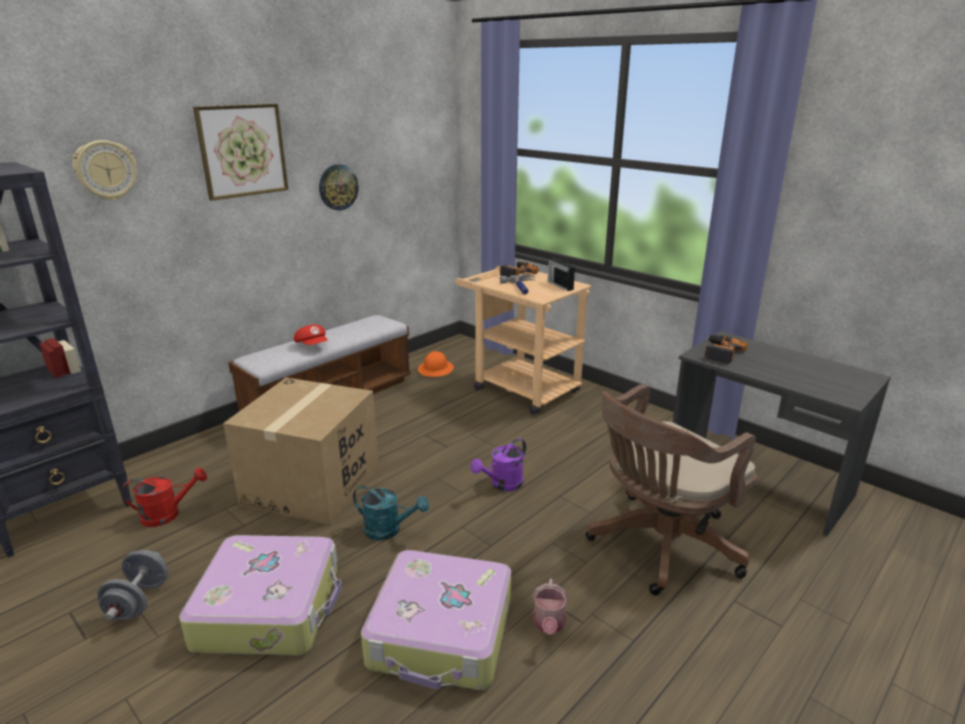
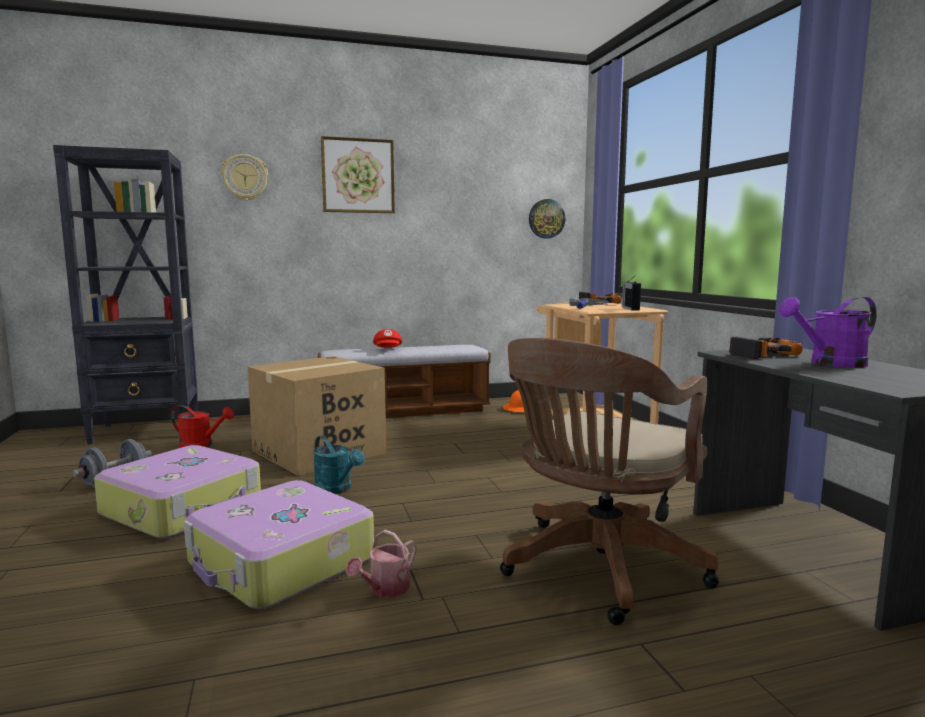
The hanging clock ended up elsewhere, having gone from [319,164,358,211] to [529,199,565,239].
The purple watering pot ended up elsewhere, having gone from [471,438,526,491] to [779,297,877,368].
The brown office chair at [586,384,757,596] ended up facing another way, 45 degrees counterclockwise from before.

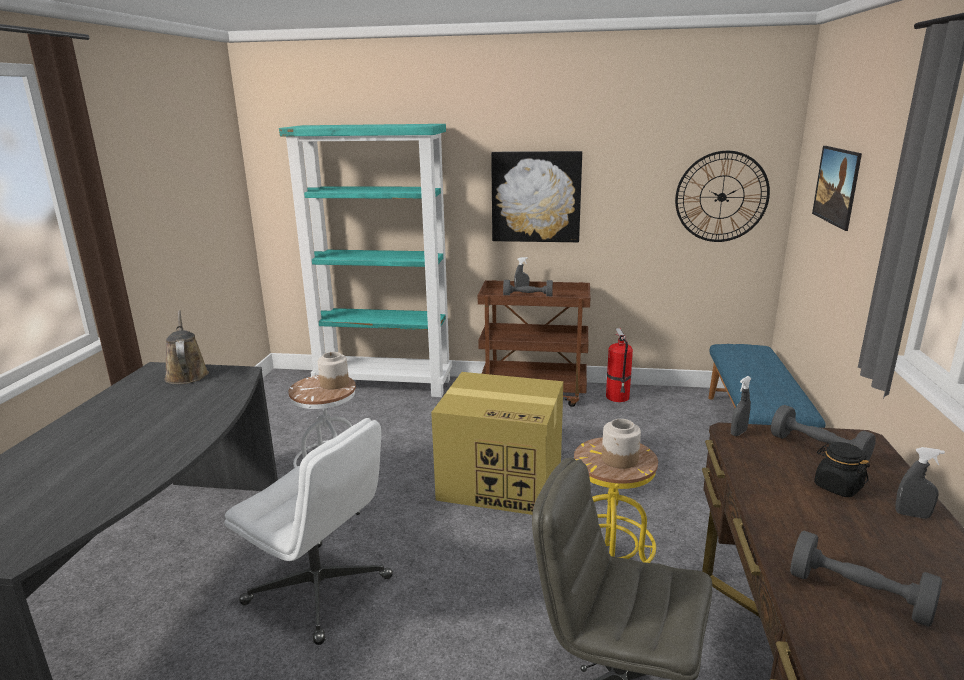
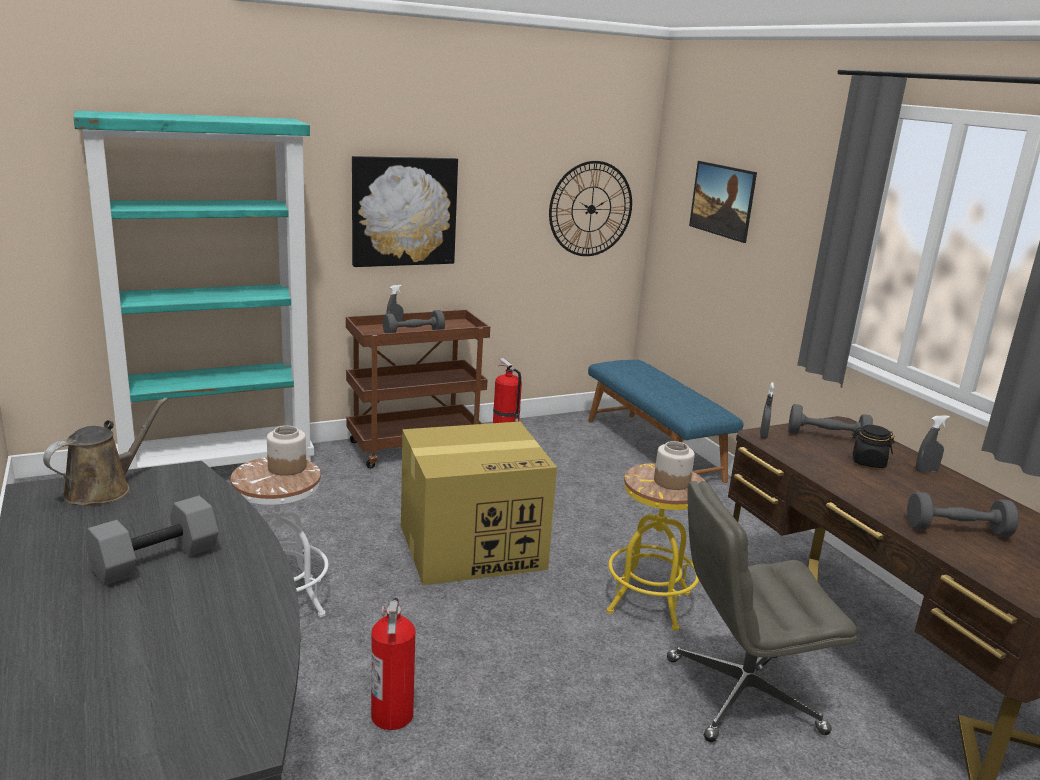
The brown watering pot at [165,310,209,384] ended up facing another way, 90 degrees clockwise from before.
Where the whitish office chair stood at [224,418,393,645], the fire-fighting cylinder came to stand at [371,598,415,730].
The second view gained the grey dumbbell at [86,496,219,585].

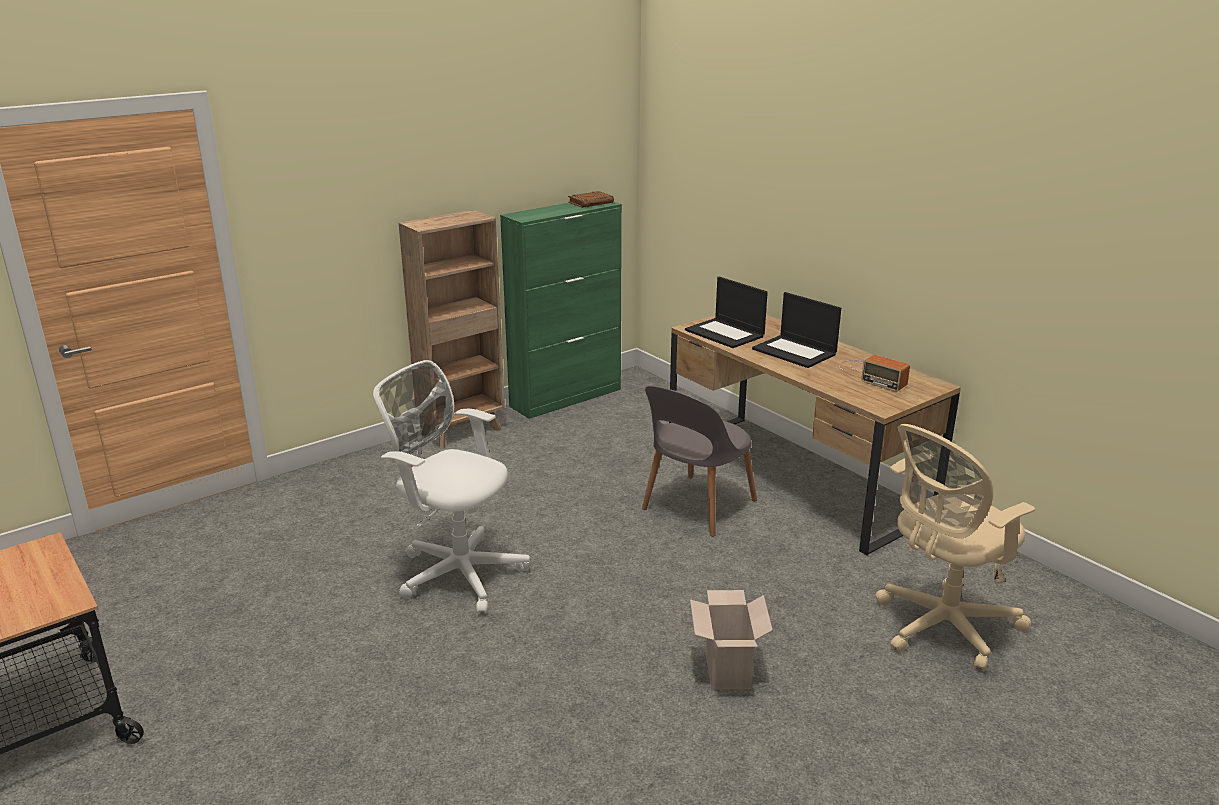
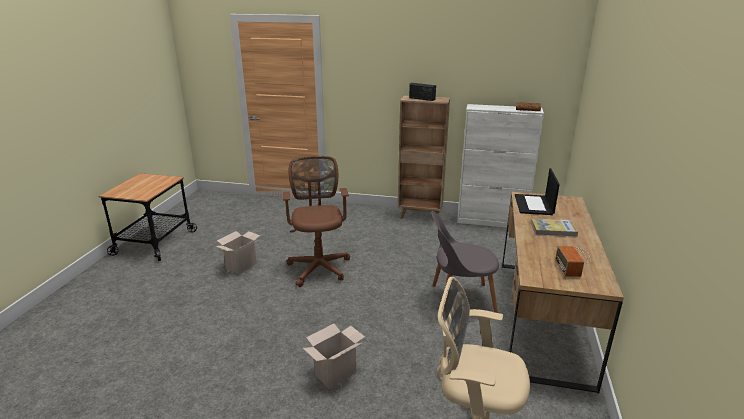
What was the whitish office chair at [373,360,530,614] turned into the brown office chair at [283,156,350,287].
What was the green storage cabinet at [500,202,622,419] turned into the whitish storage cabinet at [457,104,544,228].
Where the laptop stood at [752,292,841,368], the volume came to stand at [531,218,579,237].
The second view gained the carton at [216,231,260,274].
The second view gained the radio set at [409,83,436,101].

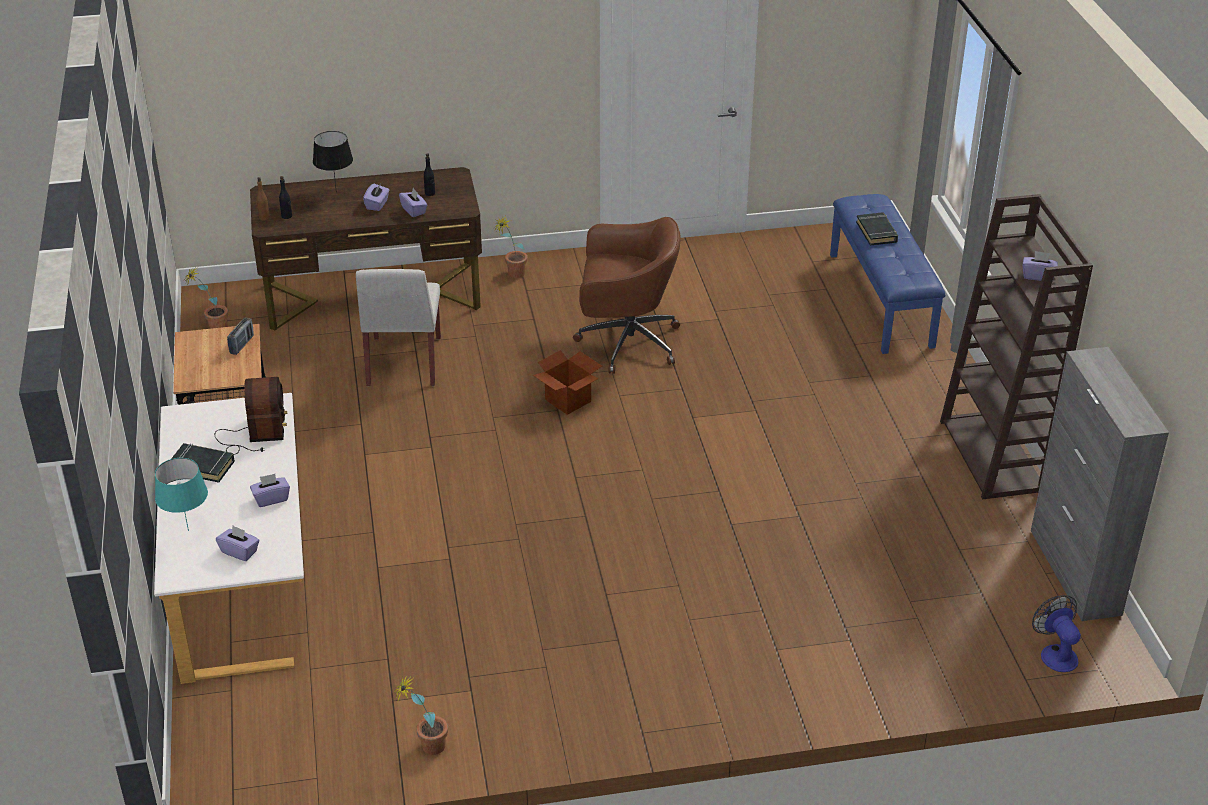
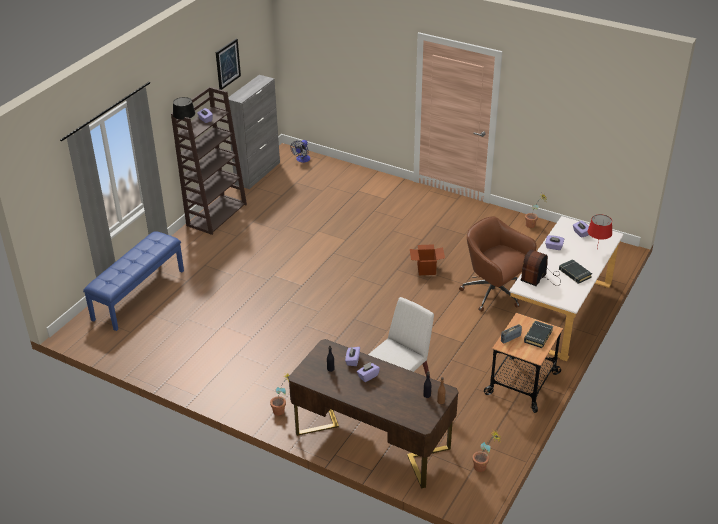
What was the blue-green lamp for a table at [155,458,208,531] turned into the reddish lamp for a table at [588,214,612,248].
The blackish lamp for a table ended up elsewhere, having gone from [313,131,353,192] to [173,97,195,132].
The carton ended up elsewhere, having gone from [533,350,602,415] to [410,244,445,275].
The brown office chair ended up elsewhere, having gone from [573,217,681,374] to [459,216,536,312].
The blackish volume ended up elsewhere, having gone from [856,212,898,246] to [524,321,553,348].
The second view gained the wall picture at [216,39,241,90].

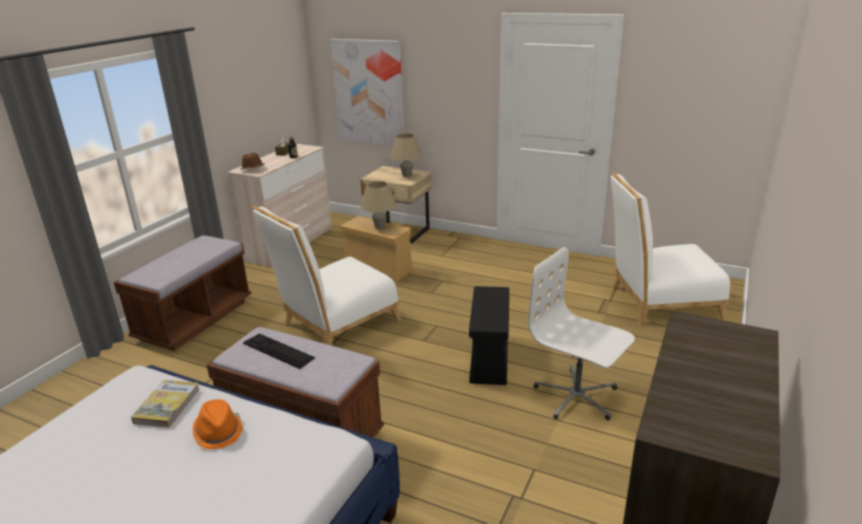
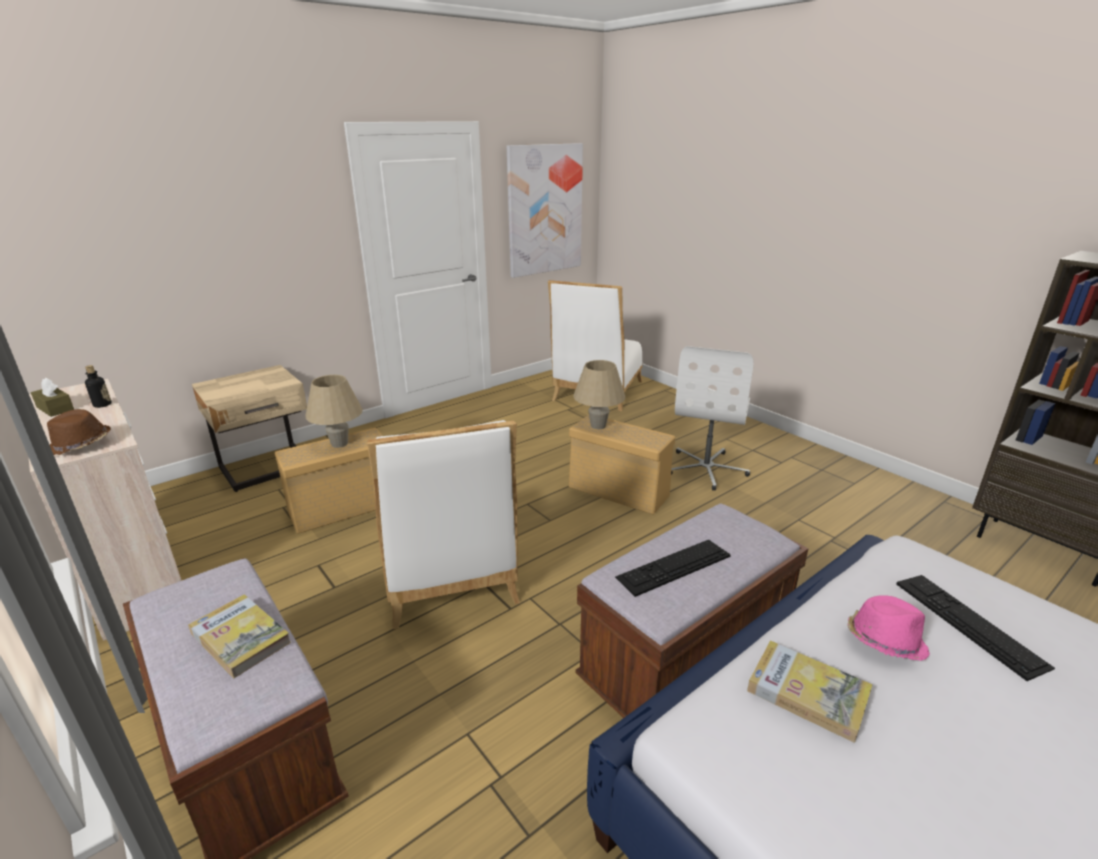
What was the orangey clothing hat at [193,399,243,449] turned into the pink clothing hat at [847,595,930,661].
The wall picture ended up elsewhere, having gone from [330,39,404,146] to [506,143,583,278].
The beige lamp for a table ended up elsewhere, having gone from [390,133,422,177] to [573,360,625,429].
What was the blackish storage container at [469,286,509,385] turned into the beige storage container at [569,415,675,514].
The whitish office chair at [528,247,635,420] ended up facing another way, 45 degrees counterclockwise from before.
The second view gained the volume at [188,594,291,678].
The second view gained the keyboard at [896,575,1055,681].

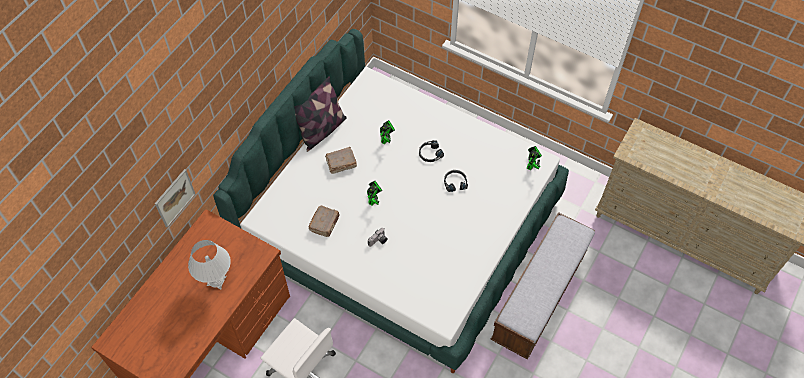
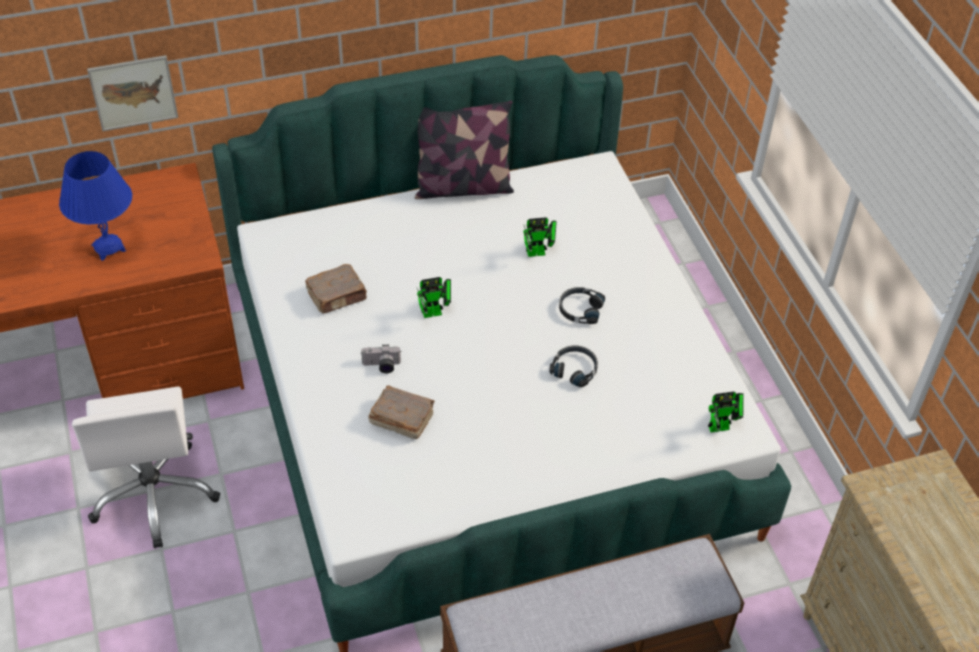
What was the whitish lamp for a table at [188,240,231,289] turned into the blue lamp for a table at [59,151,132,261].
The brown volume ended up elsewhere, having gone from [325,147,357,174] to [368,385,435,439].

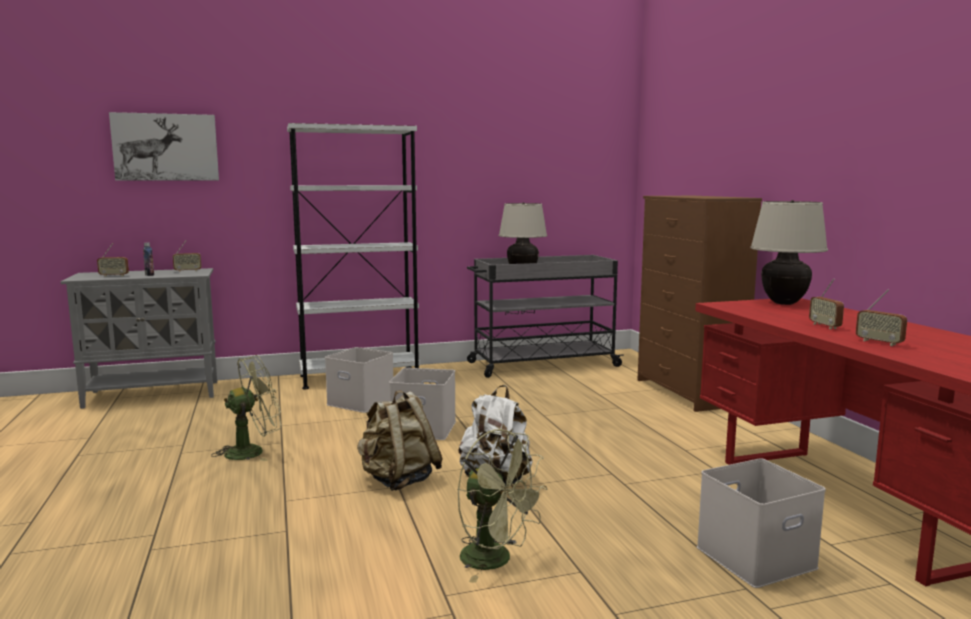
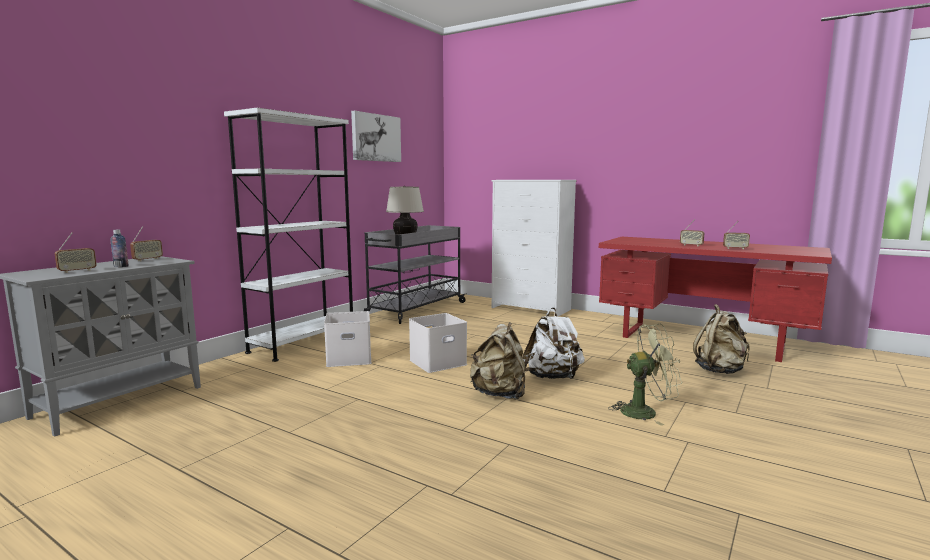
The wall picture ended up elsewhere, having gone from [109,112,219,181] to [351,111,401,162].
The second view lost the green electric fan at [211,355,281,461].
What was the brown drawer chest at [637,196,762,412] turned into the whitish drawer chest at [492,180,576,316].
Where the whitish storage container stood at [697,458,826,588], the beige rucksack came to stand at [693,304,750,374].
The second view lost the beige lamp for a table at [750,200,828,305].

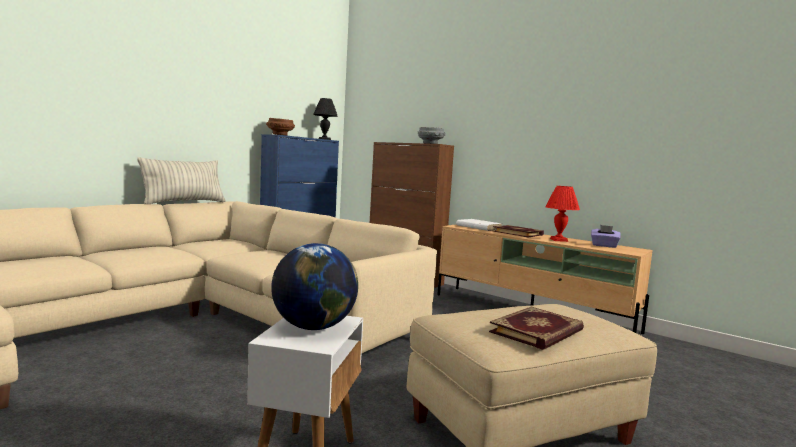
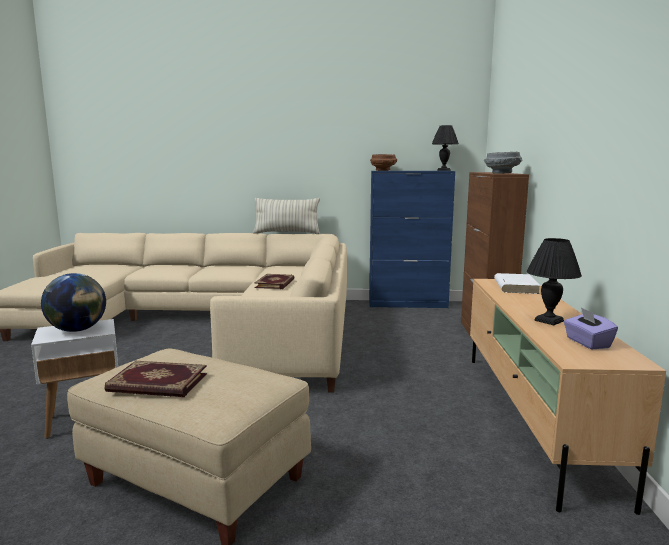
The volume ended up elsewhere, having gone from [493,225,544,238] to [255,274,295,289].
What was the reddish lamp for a table at [545,186,580,242] turned into the blackish lamp for a table at [527,238,582,325].

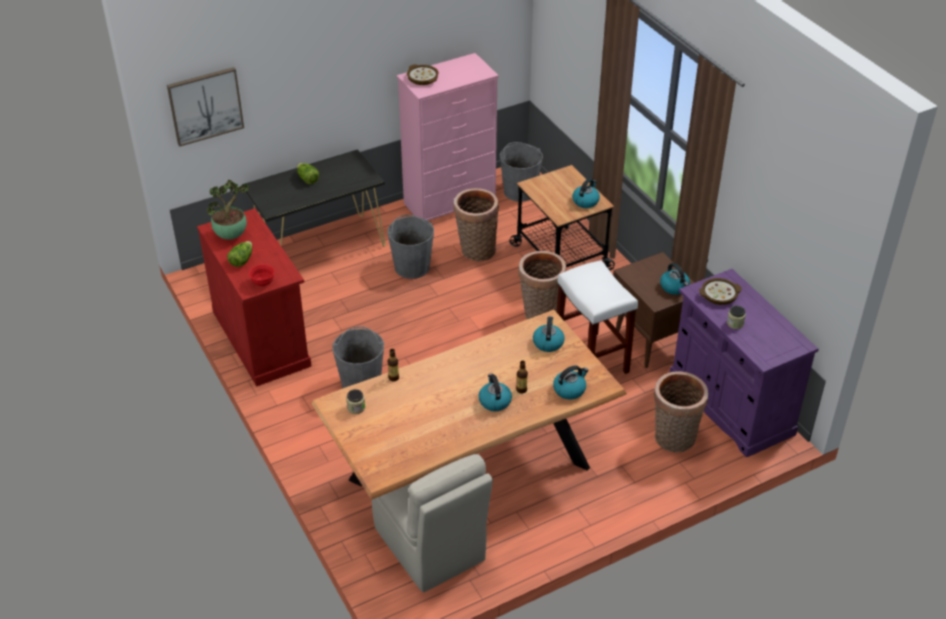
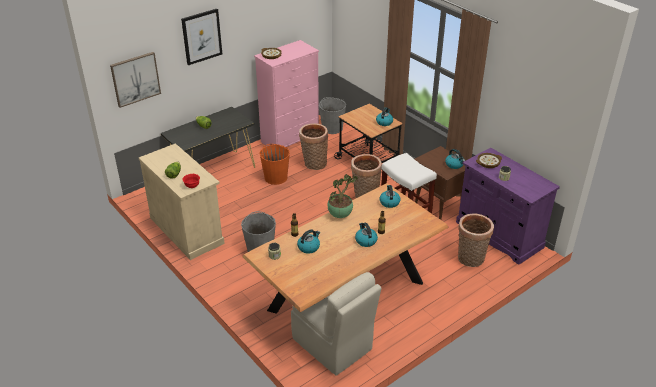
What was the reddish storage cabinet at [197,208,311,387] turned into the beige storage cabinet at [139,143,225,260].
The houseplant ended up elsewhere, having gone from [207,180,249,240] to [327,174,358,218].
What was the grey bucket at [388,215,434,279] turned into the orangey bucket at [260,144,290,185].
The water kettle ended up elsewhere, having gone from [553,365,589,400] to [297,229,320,253].
The second view gained the wall picture at [181,9,222,65].

